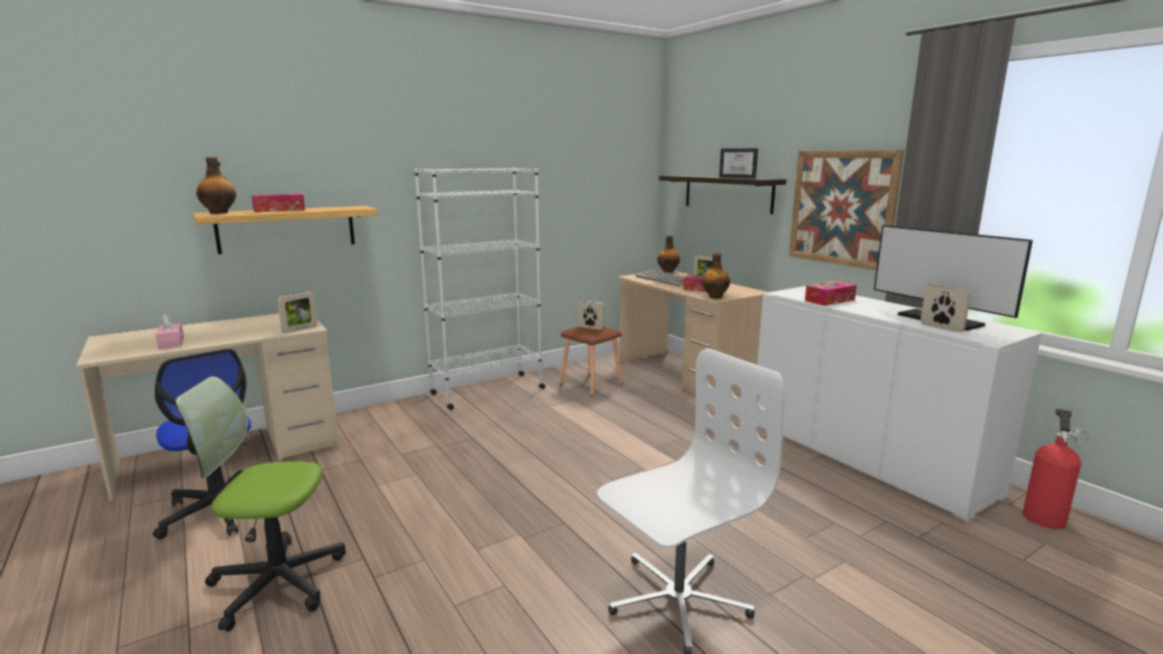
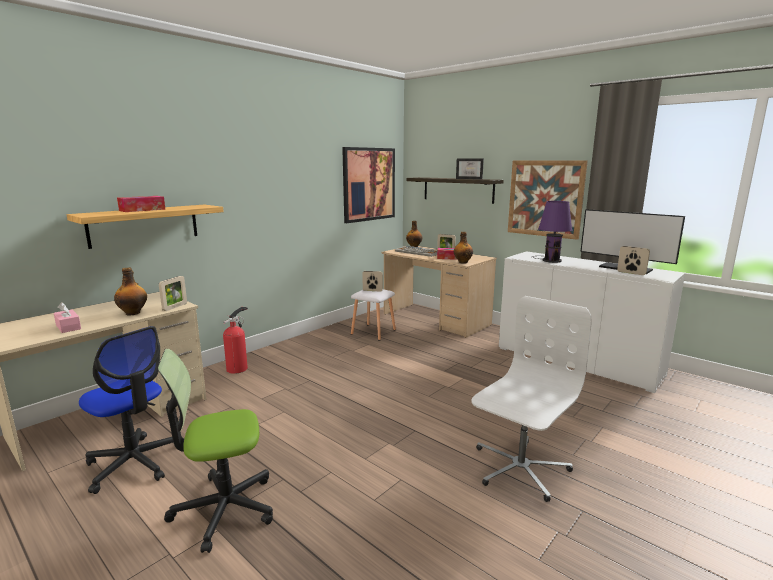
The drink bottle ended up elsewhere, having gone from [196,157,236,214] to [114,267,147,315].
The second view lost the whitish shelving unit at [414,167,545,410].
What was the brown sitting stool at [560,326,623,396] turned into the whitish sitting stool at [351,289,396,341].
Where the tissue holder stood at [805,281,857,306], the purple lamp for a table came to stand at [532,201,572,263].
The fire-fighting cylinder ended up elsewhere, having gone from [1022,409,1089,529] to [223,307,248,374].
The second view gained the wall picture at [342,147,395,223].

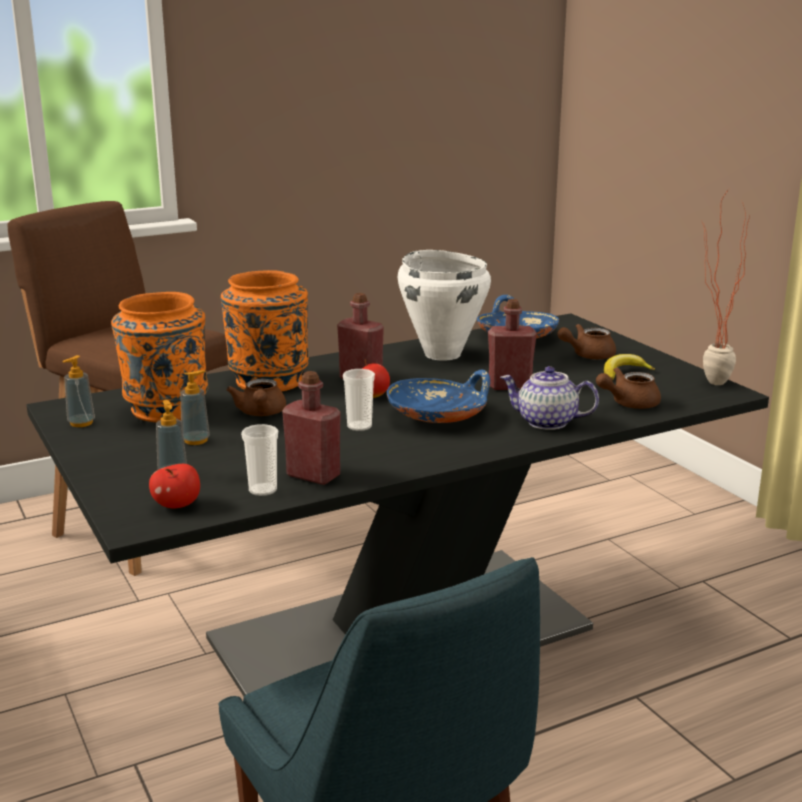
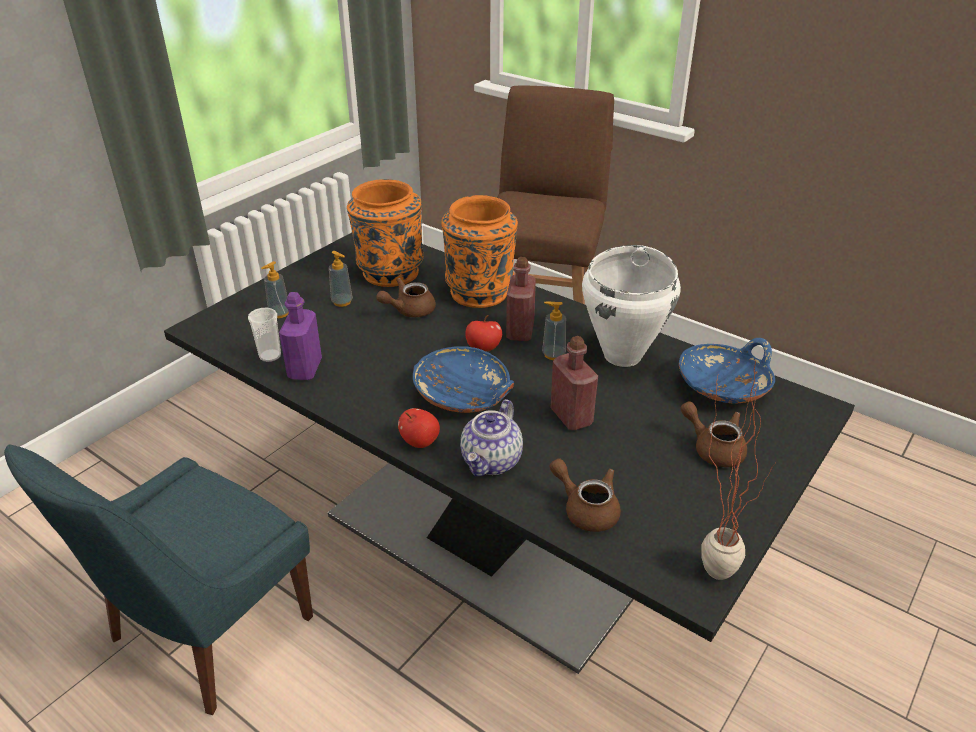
The soap dispenser ended up elsewhere, having gone from [62,355,95,427] to [542,301,566,360].
The apple fruit ended up elsewhere, having gone from [149,464,200,508] to [398,408,440,448].
What was the reddish drink bottle at [282,371,341,485] turned into the purple drink bottle at [279,292,322,380].
The second view lost the drinking cup at [343,369,375,431].
The pot for tea at [500,366,599,430] ended up facing another way, 150 degrees counterclockwise from before.
The second view lost the banana at [604,354,655,380].

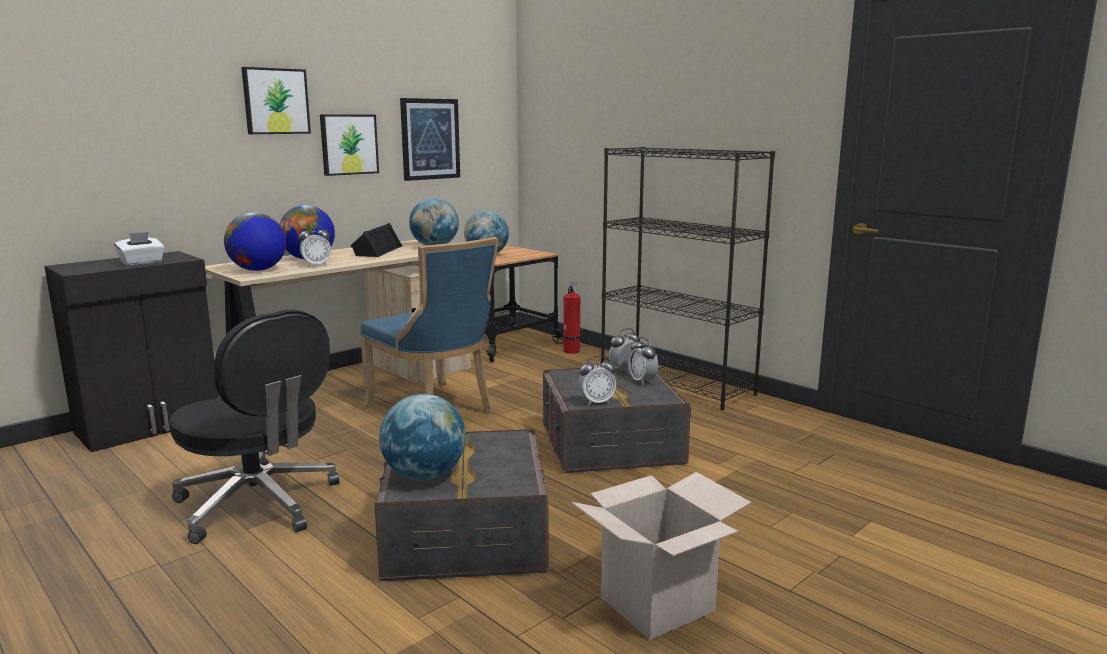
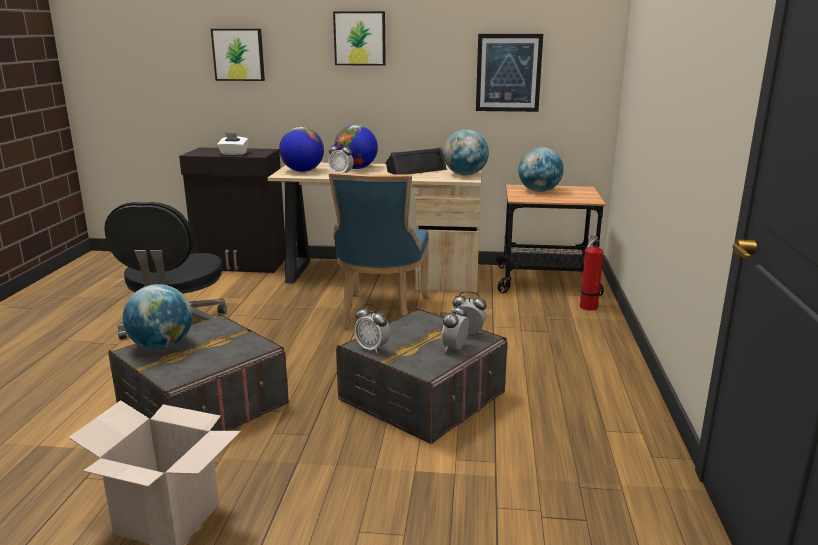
The wall picture ended up elsewhere, having gone from [320,114,379,176] to [211,29,265,81].
The second view lost the blackish shelving unit at [601,147,775,410].

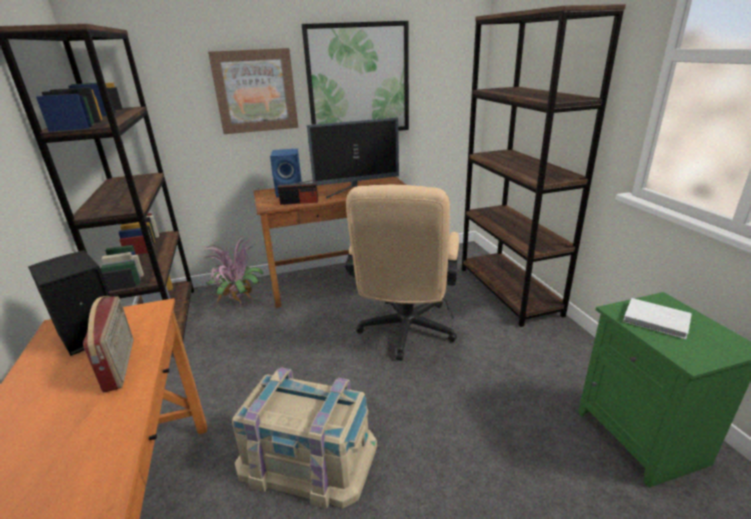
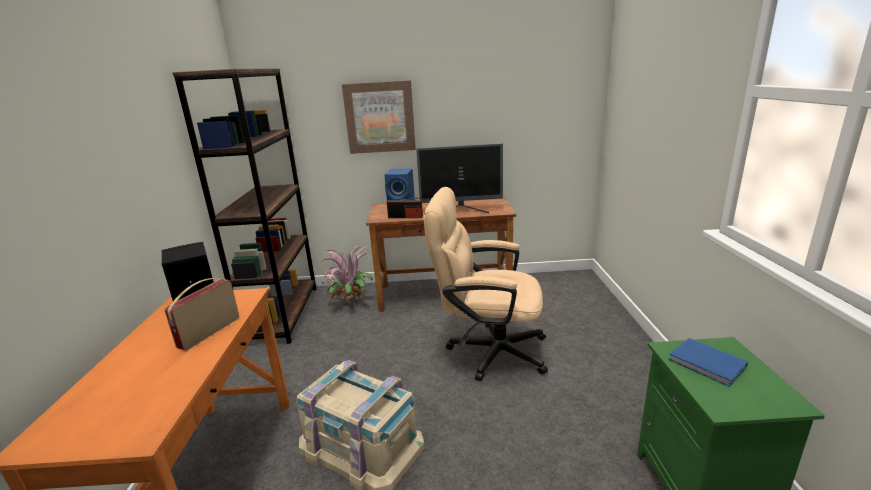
The radio set at [83,296,133,393] ended up facing another way, 150 degrees counterclockwise from before.
The second view lost the wall picture at [302,21,409,131].
The beige office chair at [345,185,459,360] ended up facing another way, 75 degrees clockwise from before.
The second view lost the brown shelving unit at [462,4,626,327].
What was the whitish volume at [623,298,692,339] turned into the blue volume at [669,338,748,386].

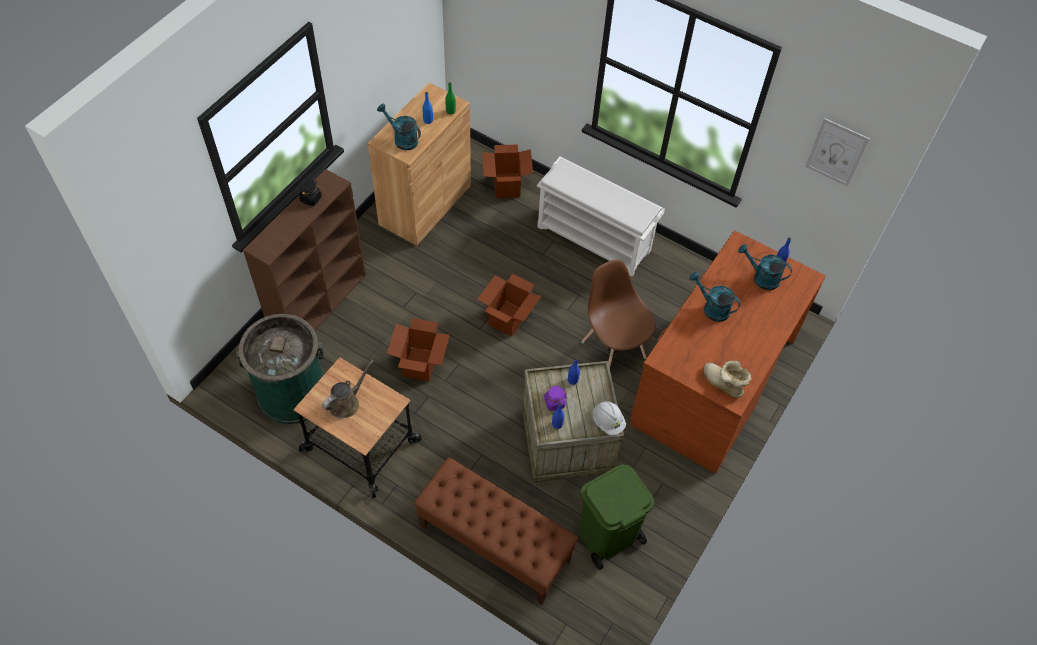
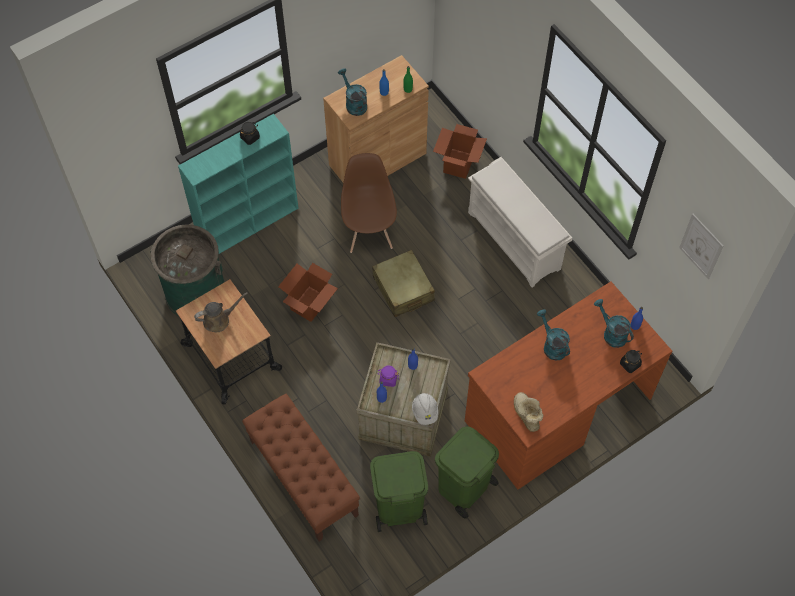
What was the brown shelving unit at [243,169,366,331] turned into the blue-green shelving unit at [178,114,299,254].
Where the carton stood at [477,274,541,337], the beige travel case came to stand at [372,250,435,317].
The brown chair ended up elsewhere, having gone from [581,259,656,368] to [341,153,397,253].
The second view gained the green rubbish bin at [435,426,499,519].
The second view gained the blackish storage jar at [620,350,642,373].

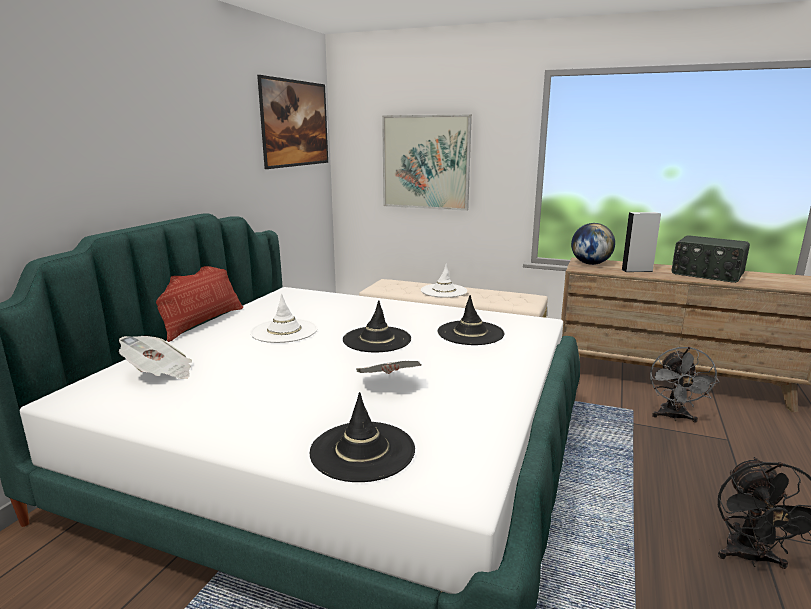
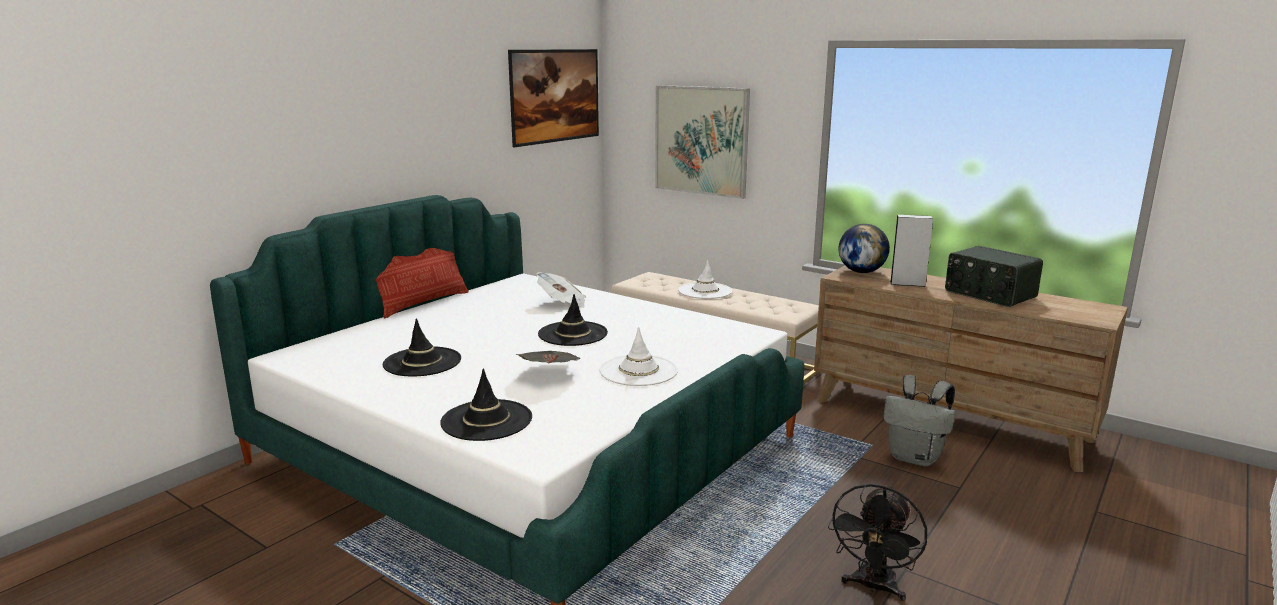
The daily paper ended up elsewhere, having gone from [119,336,192,379] to [536,272,586,308].
The whitish clothing hat ended up elsewhere, having gone from [250,294,317,343] to [600,327,678,386].
The blackish clothing hat ended up elsewhere, having gone from [438,295,504,345] to [383,318,461,376].
Where the grey electric fan stood at [650,347,720,423], the grey rucksack came to stand at [883,375,955,467].

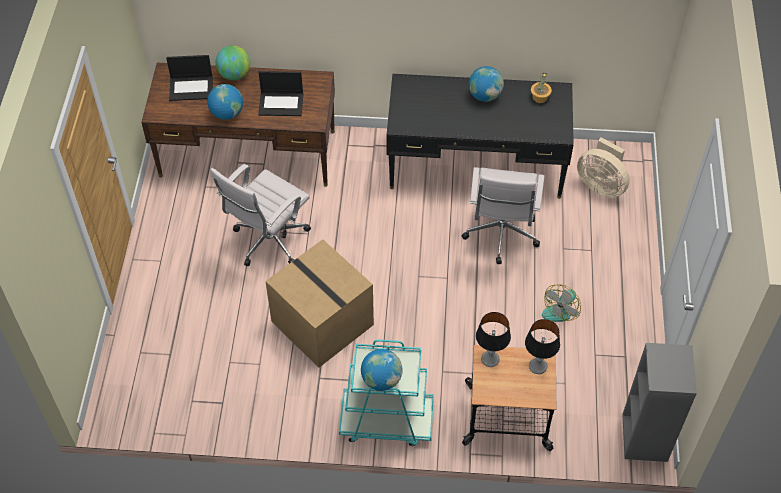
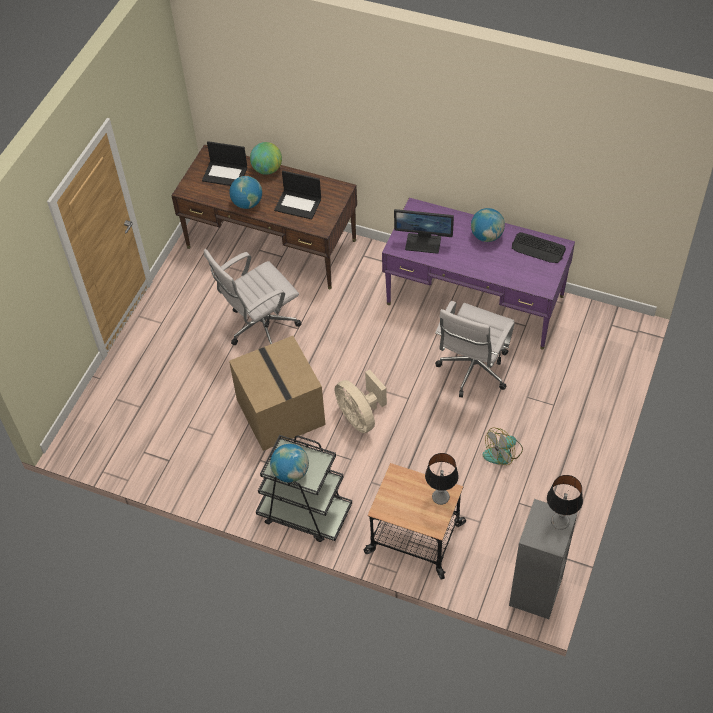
What was the blue-green cart at [339,340,434,446] turned into the blackish cart at [256,435,352,542].
What was the blackish desk unit at [387,74,574,199] turned into the purple desk unit at [382,198,575,349].
The lamp for a table ended up elsewhere, having gone from [476,312,511,367] to [547,475,583,530].
Where the houseplant stood at [531,73,552,103], the keyboard came to stand at [512,232,566,263].
The beige electric fan ended up elsewhere, having gone from [577,138,630,198] to [335,369,387,433].
The second view gained the monitor at [394,209,454,254].

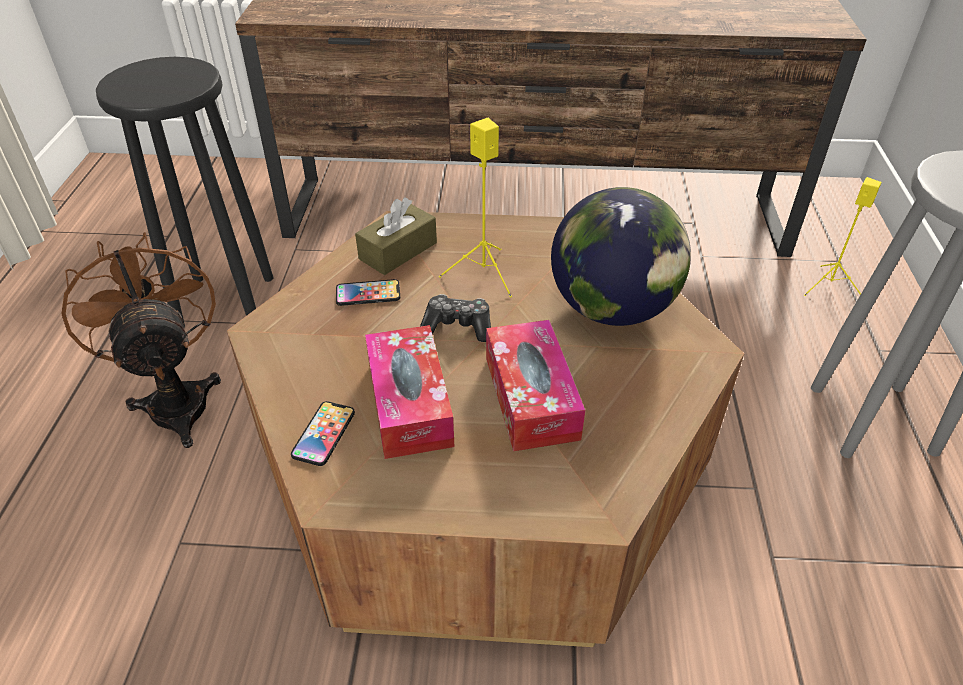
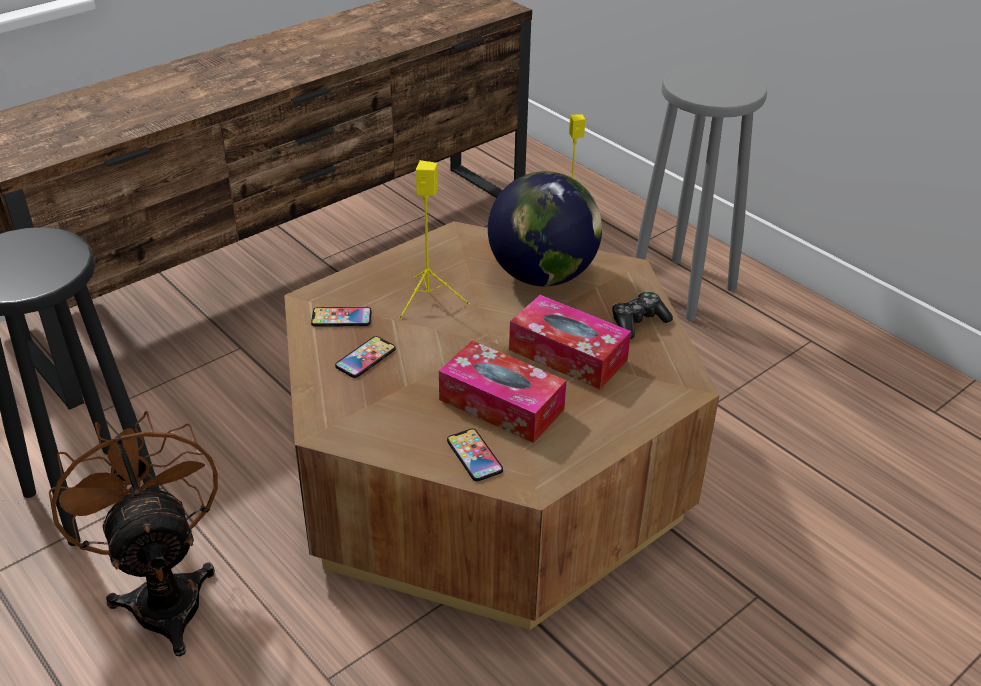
The brown electric fan at [61,232,221,448] ended up facing another way, 45 degrees clockwise from before.
Where the brown tissue holder stood at [355,197,437,275], the phone came to stand at [311,307,371,327].
The joypad ended up elsewhere, having gone from [420,294,491,342] to [612,292,673,339].

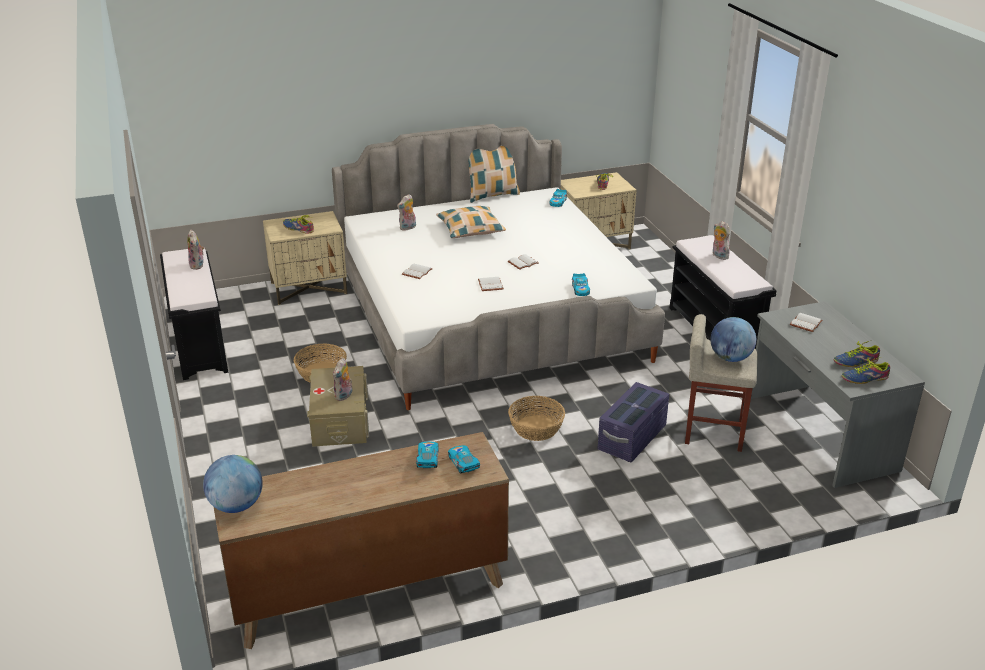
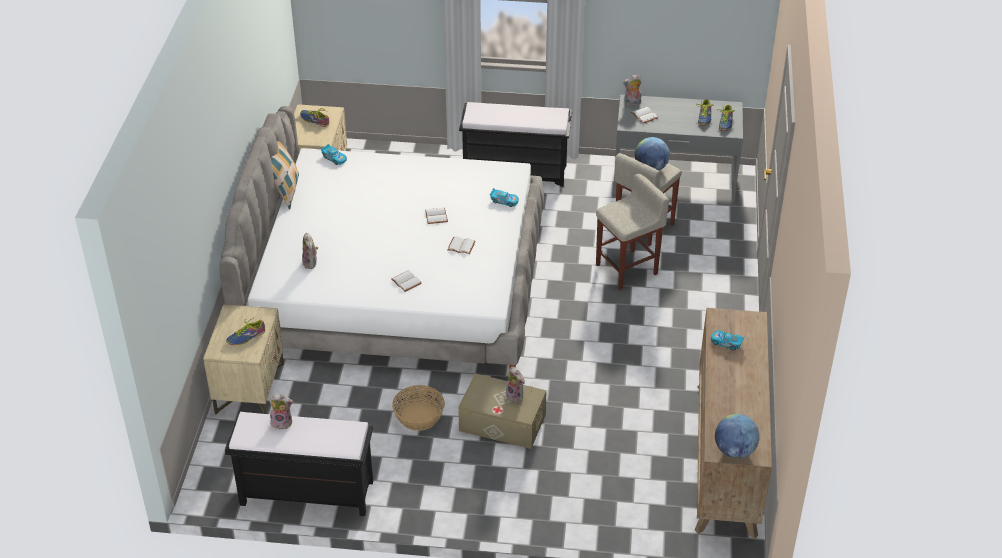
The second view lost the throw pillow at [436,206,506,238].
The second view lost the model car at [448,445,480,474].
The second view lost the household basket at [508,396,565,441].
Where the purple storage container stood at [598,382,669,462], the beige sitting stool came to stand at [596,173,669,290].
The soft toy ended up elsewhere, having gone from [712,221,730,260] to [623,75,642,105].

